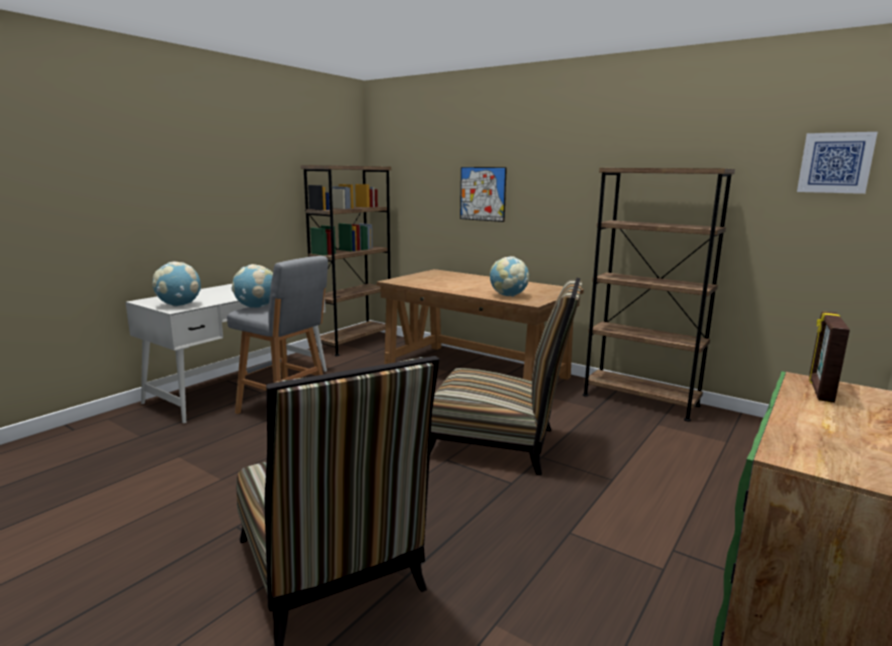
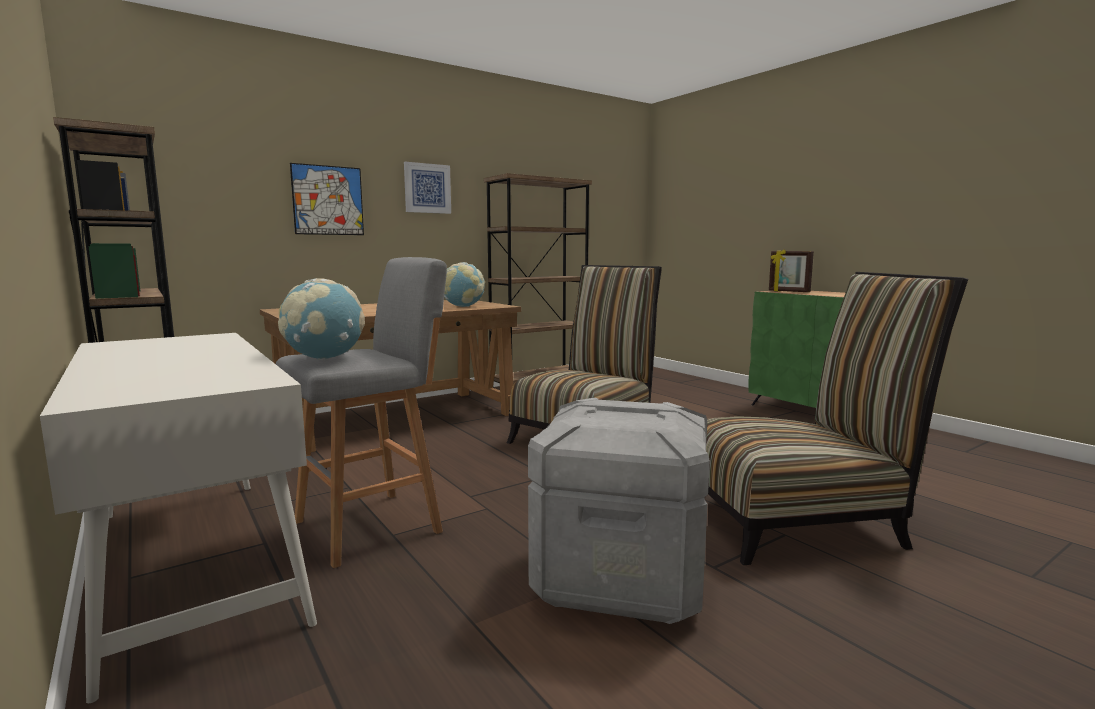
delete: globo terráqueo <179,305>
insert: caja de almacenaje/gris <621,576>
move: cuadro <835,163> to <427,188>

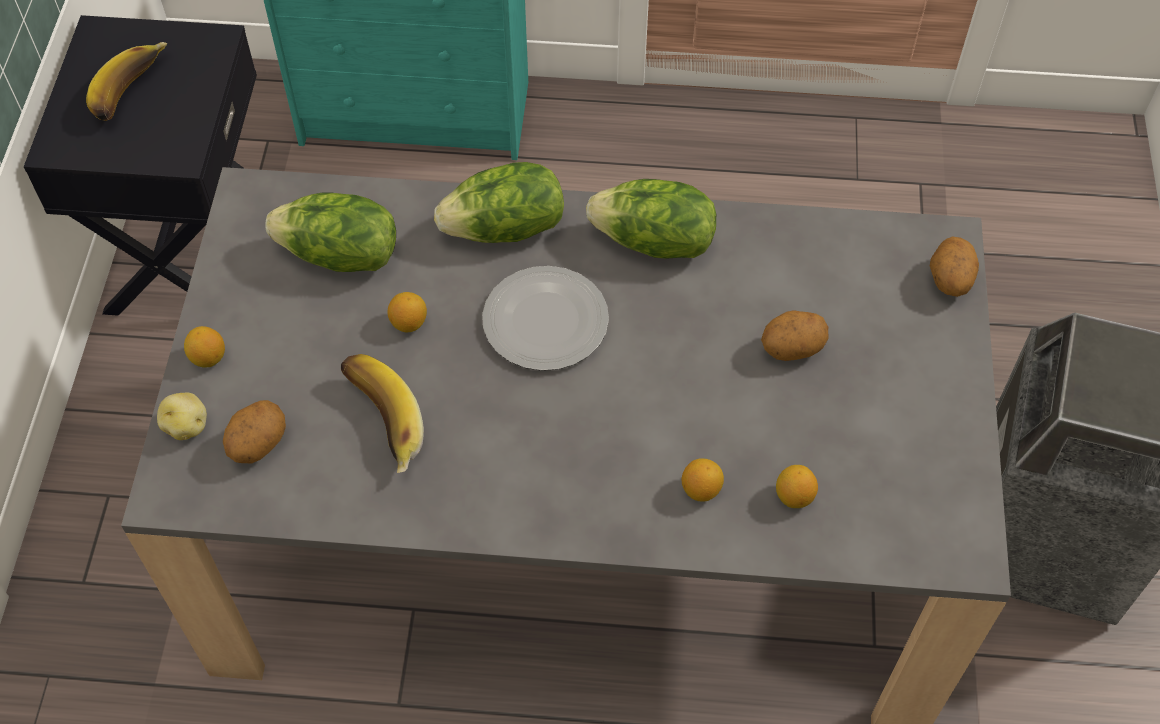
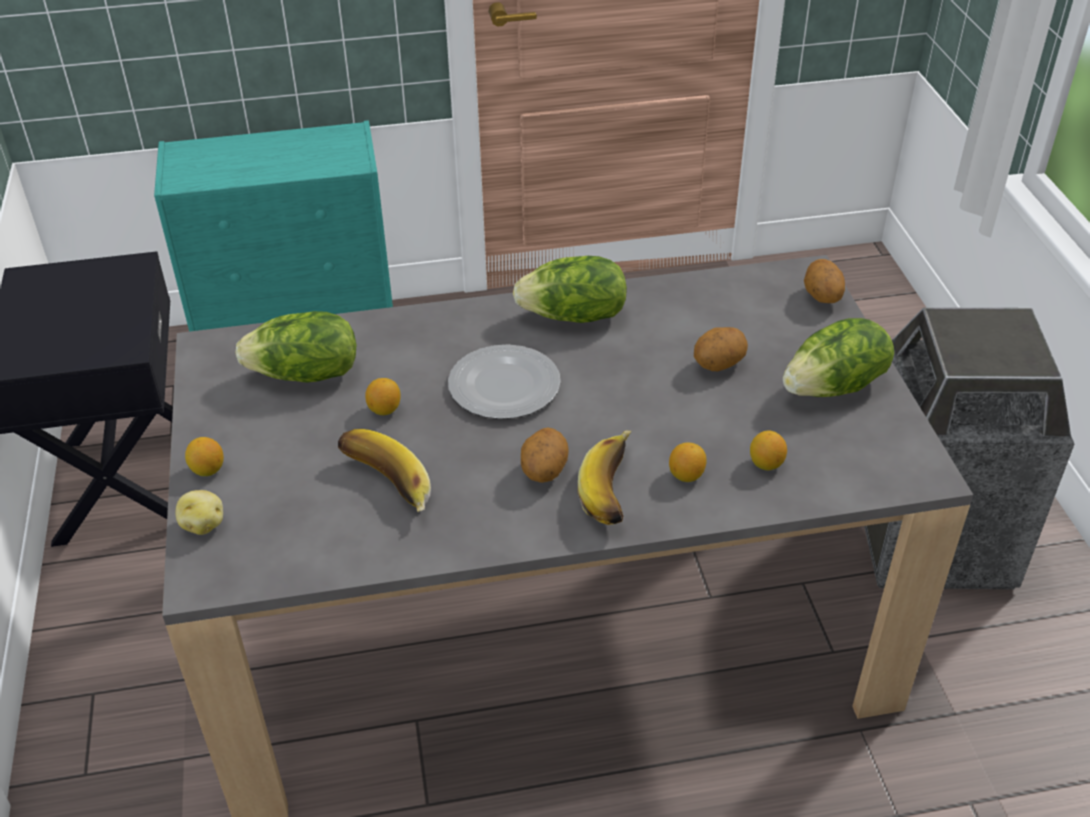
move: plátano <134,94> to <616,491>; lechuga <505,229> to <835,387>; patata <258,444> to <543,471>

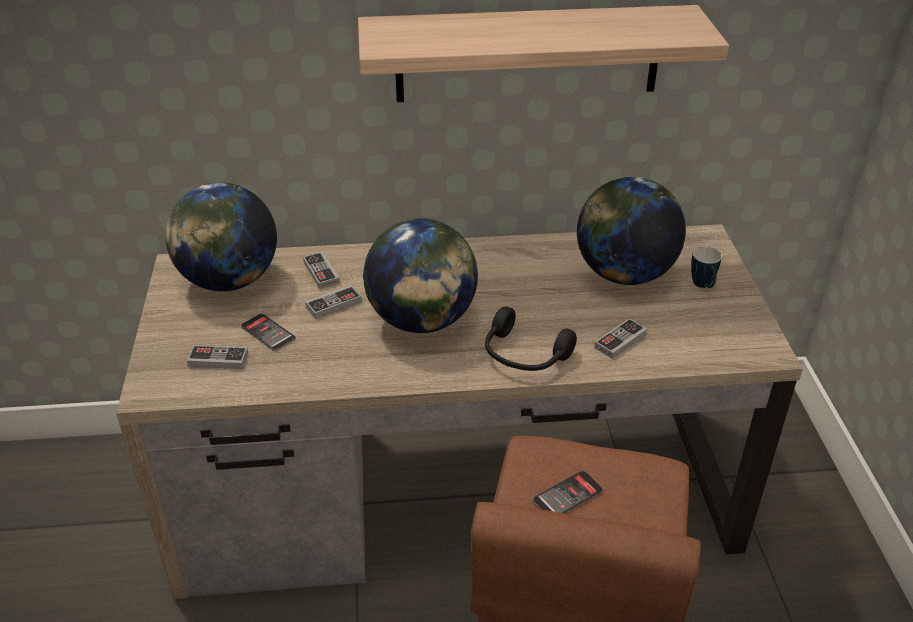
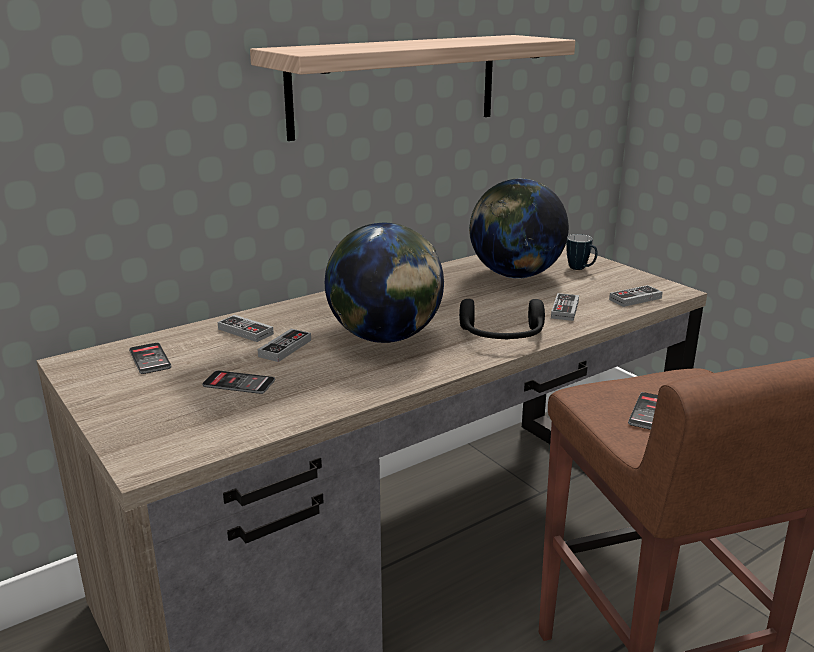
move: mando de consola <218,360> to <635,299>
replace: globo terráqueo <229,281> to móvil <150,359>

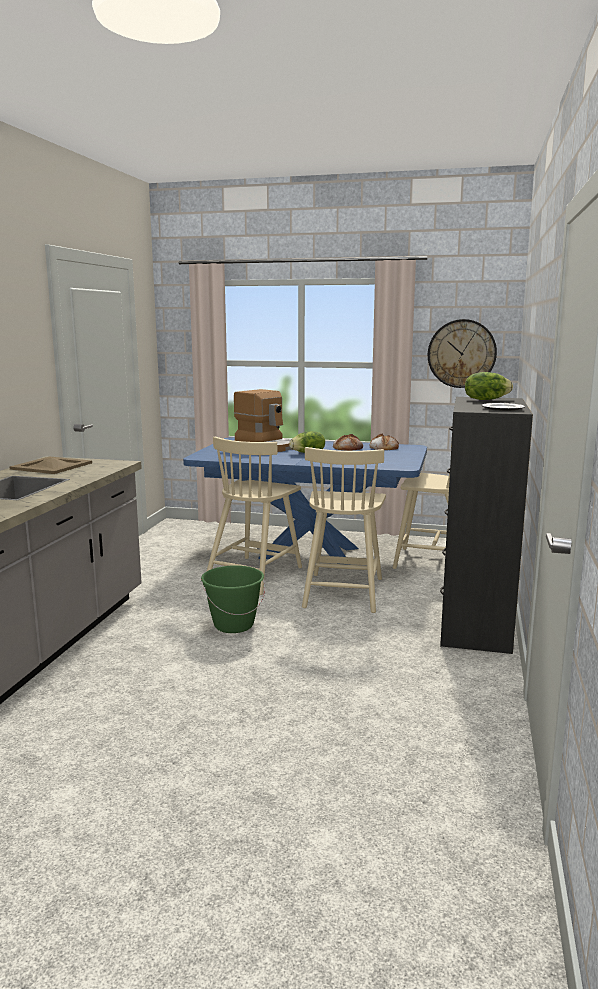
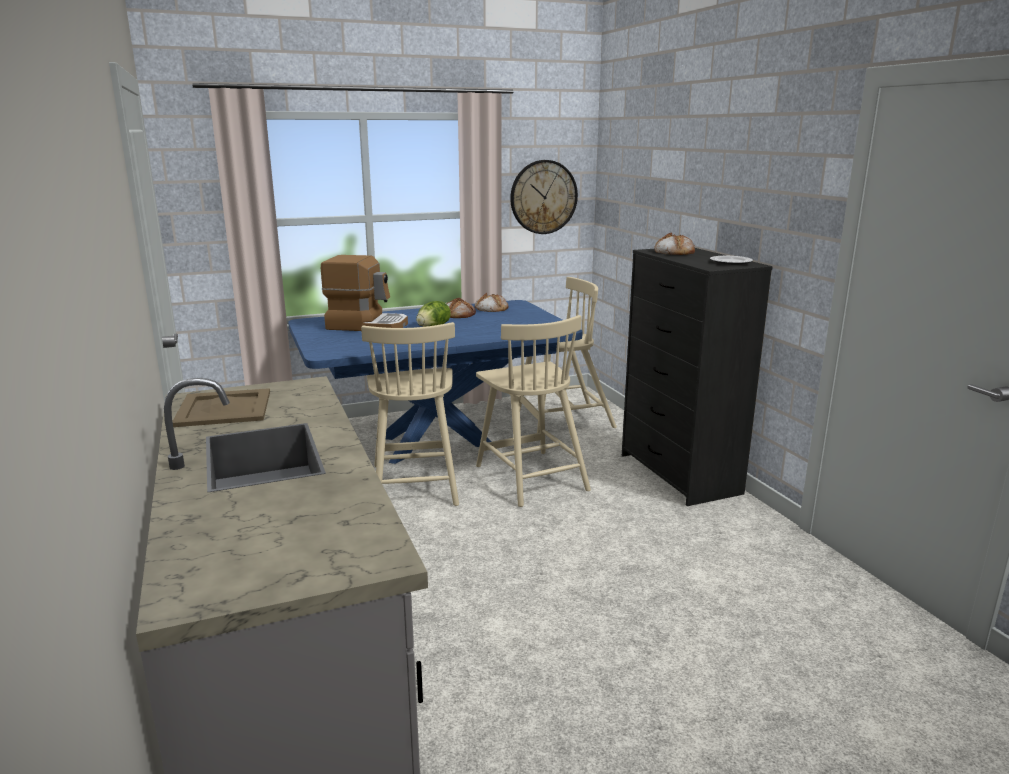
delete: cubo/verde <233,625>
replace: lechuga <486,399> to pan <673,251>

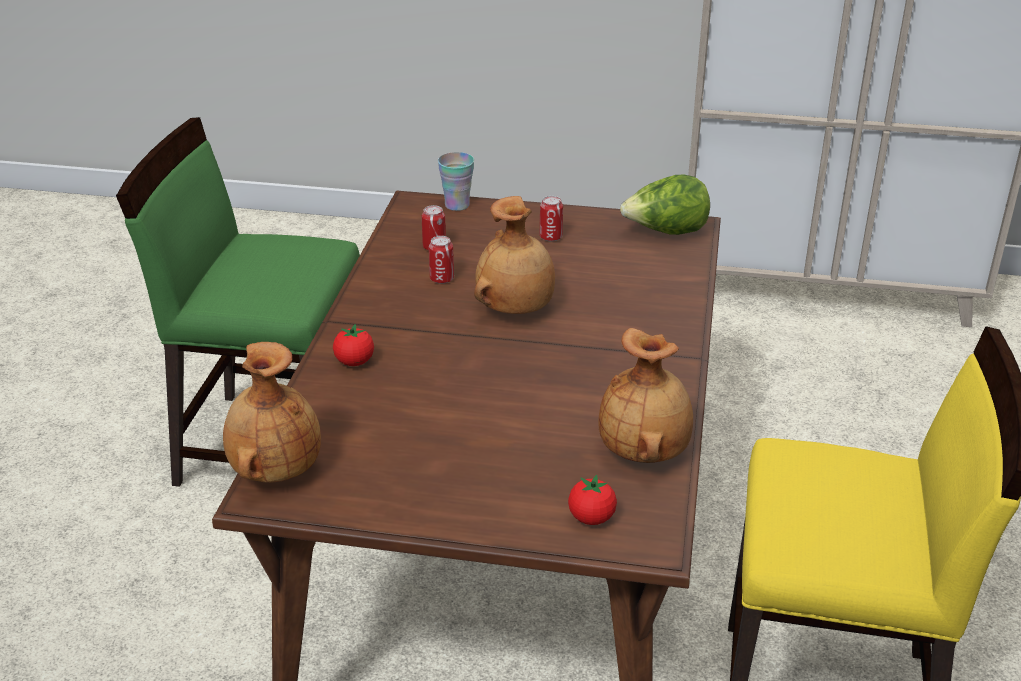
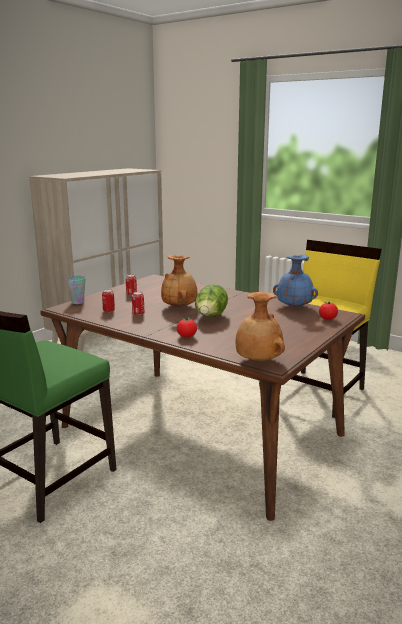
move: lechuga <666,232> to <211,317>
recolor: florero/marrón <645,452> to florero/azul <294,306>

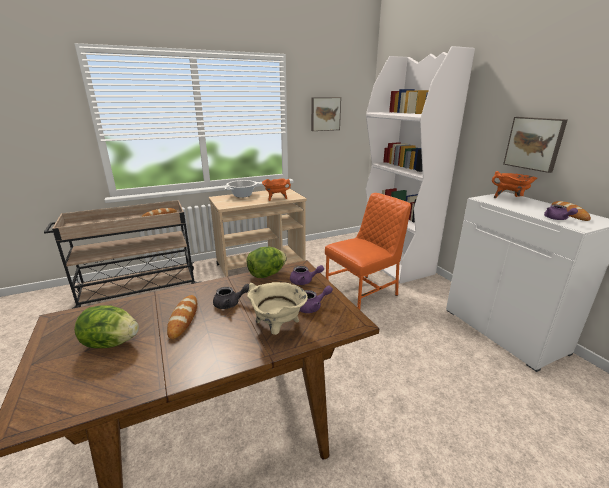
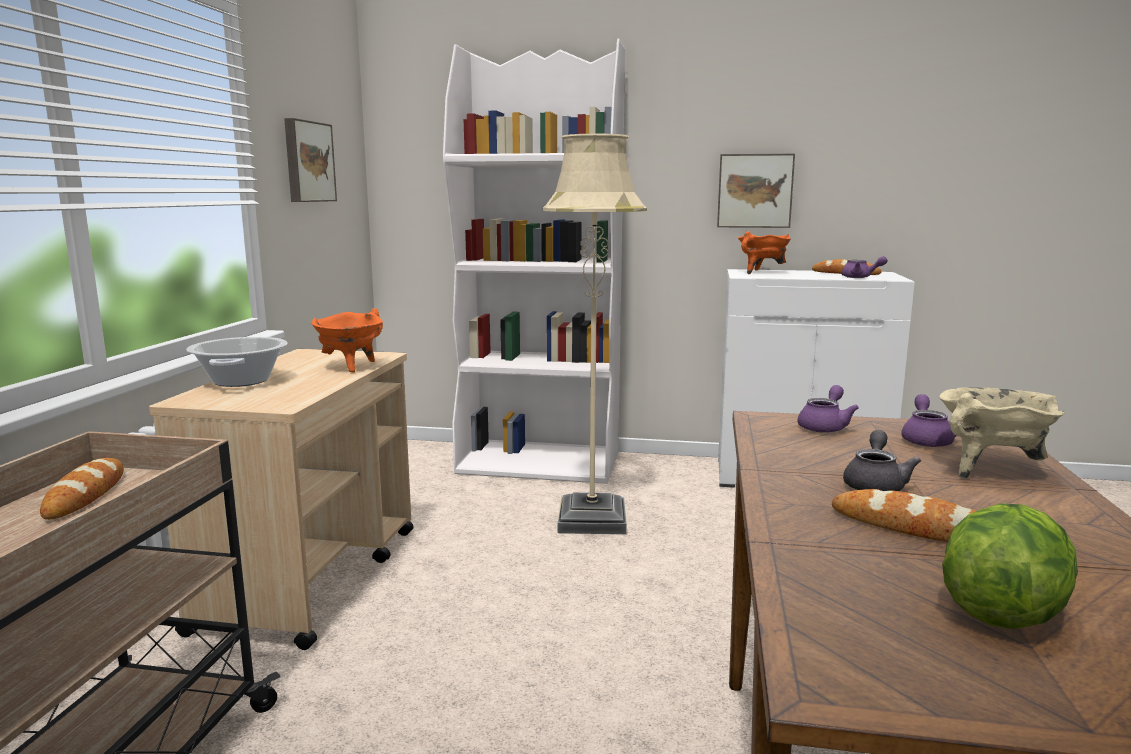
delete: lechuga <267,274>
replace: silla/naranja <363,292> to lámpara de pie/beis <592,519>

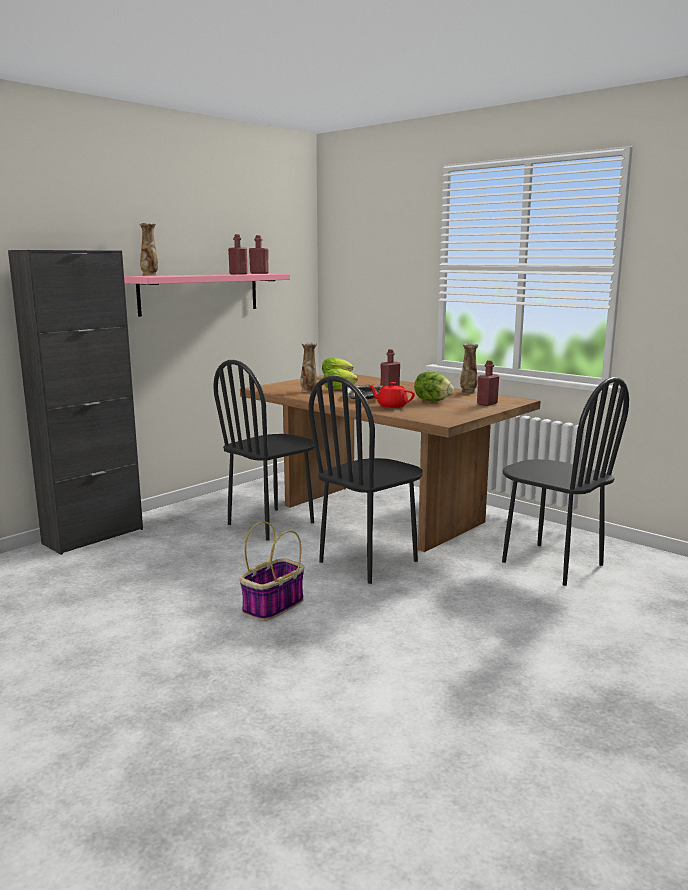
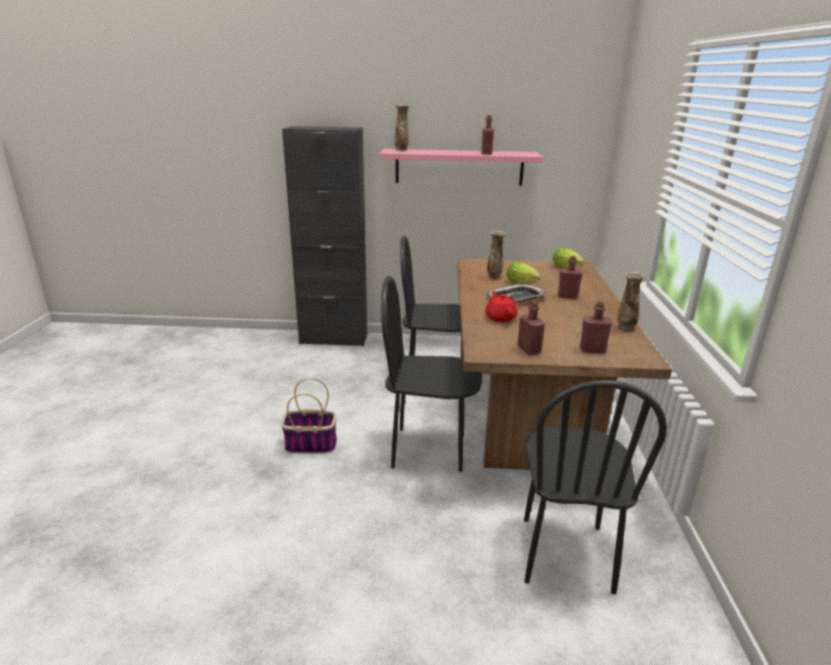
delete: lechuga <432,401>
move: botella/rojo <259,273> to <529,350>

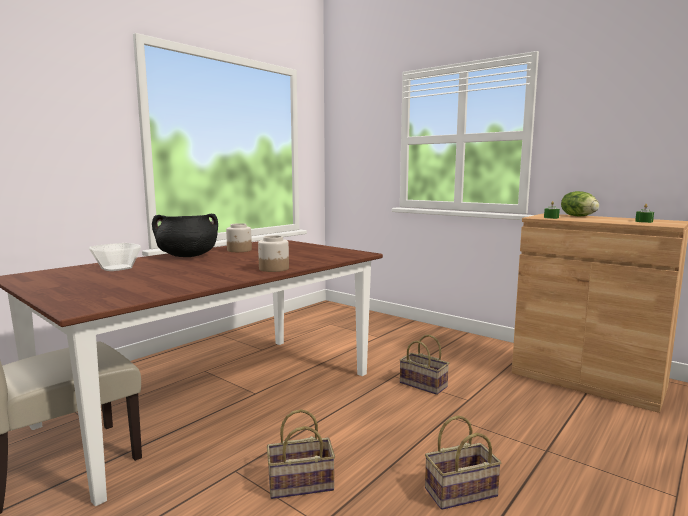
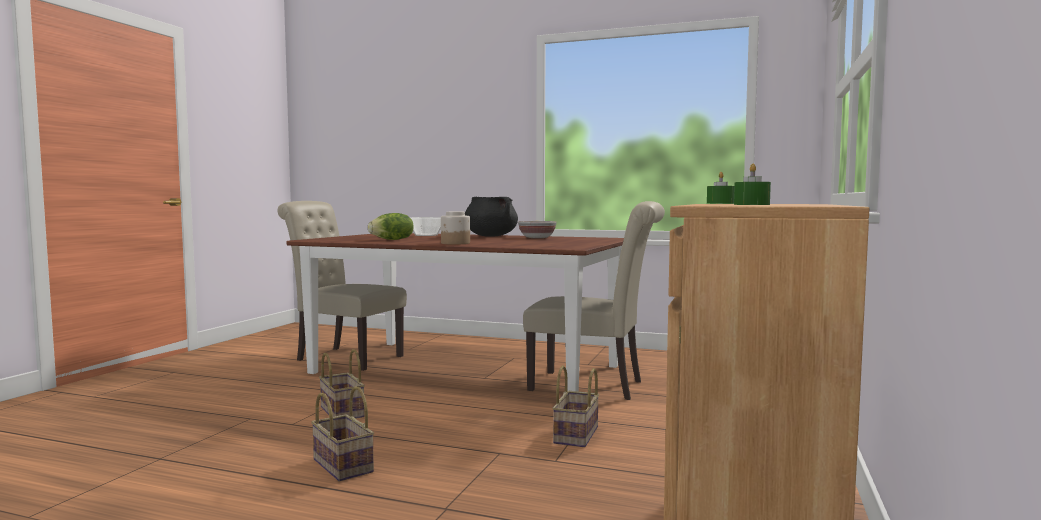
insert: silla/beis <594,386>
move: lechuga <579,216> to <392,239>
replace: tarro <239,250> to cuenco <536,238>

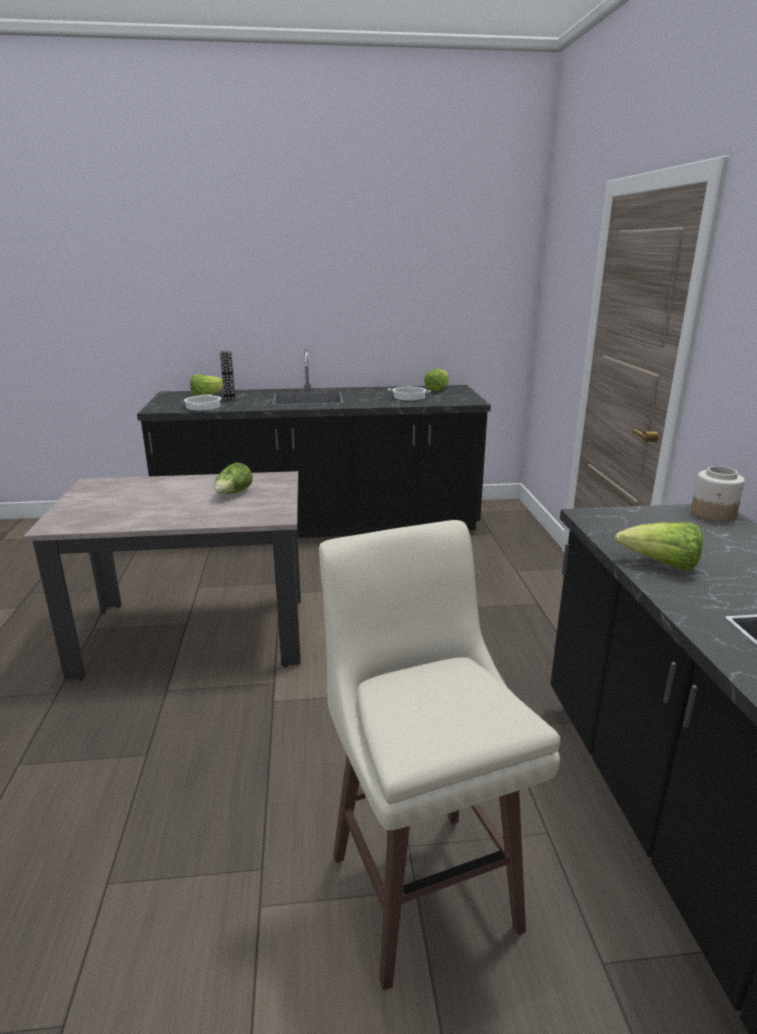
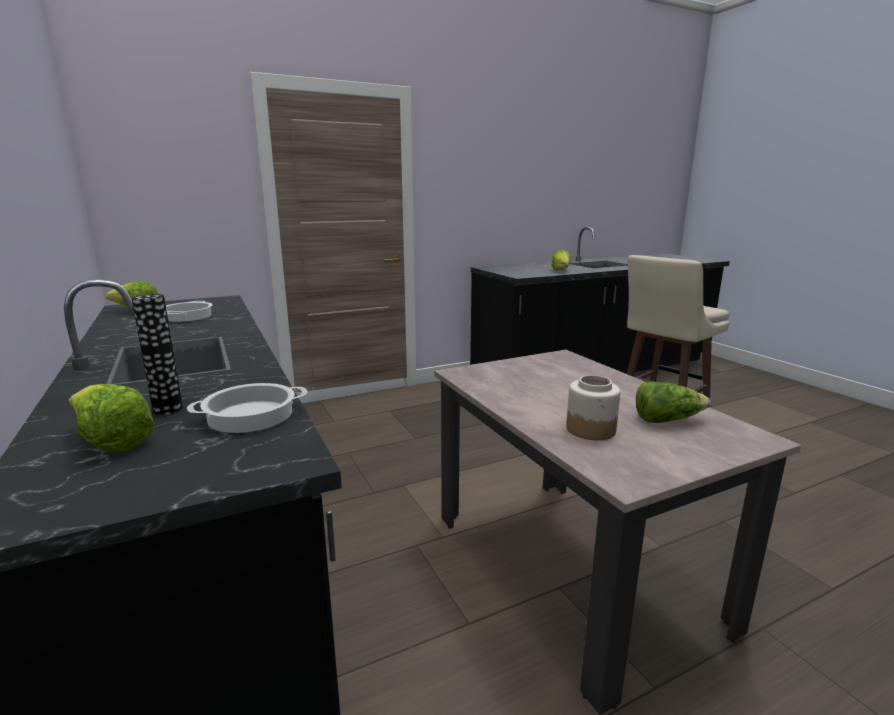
move: lechuga <233,493> to <666,420>; tarro <713,513> to <591,429>

